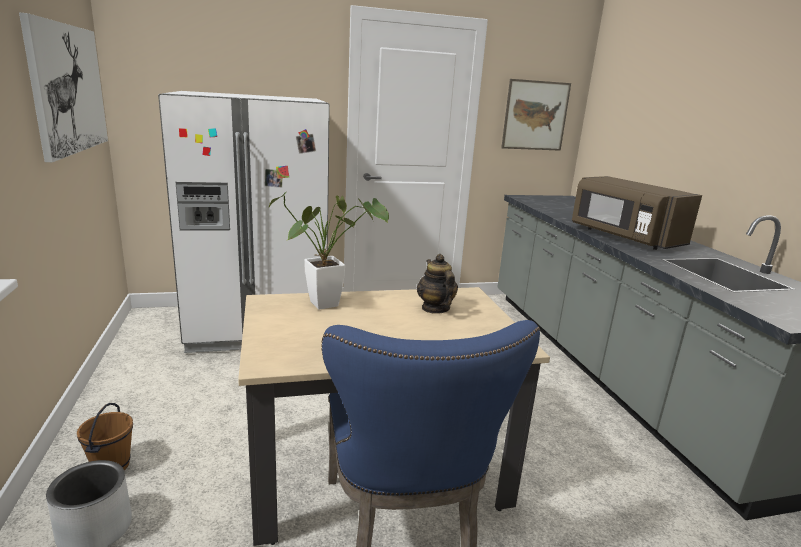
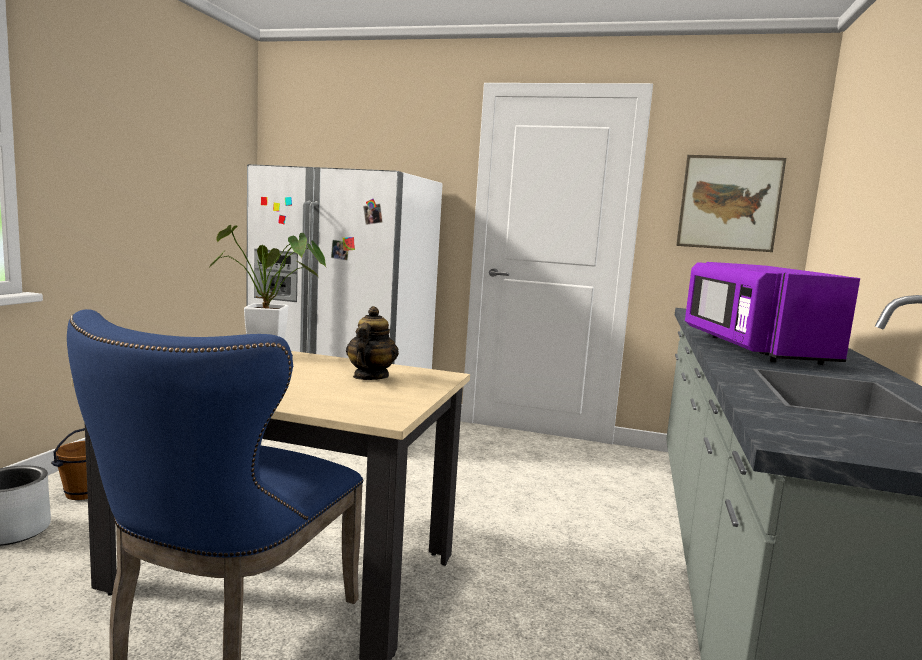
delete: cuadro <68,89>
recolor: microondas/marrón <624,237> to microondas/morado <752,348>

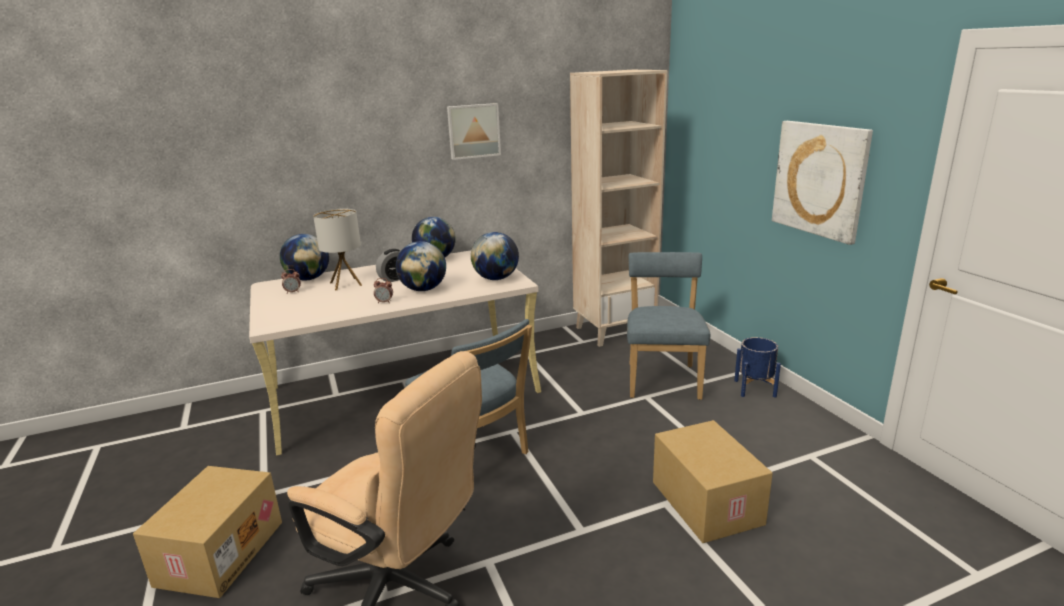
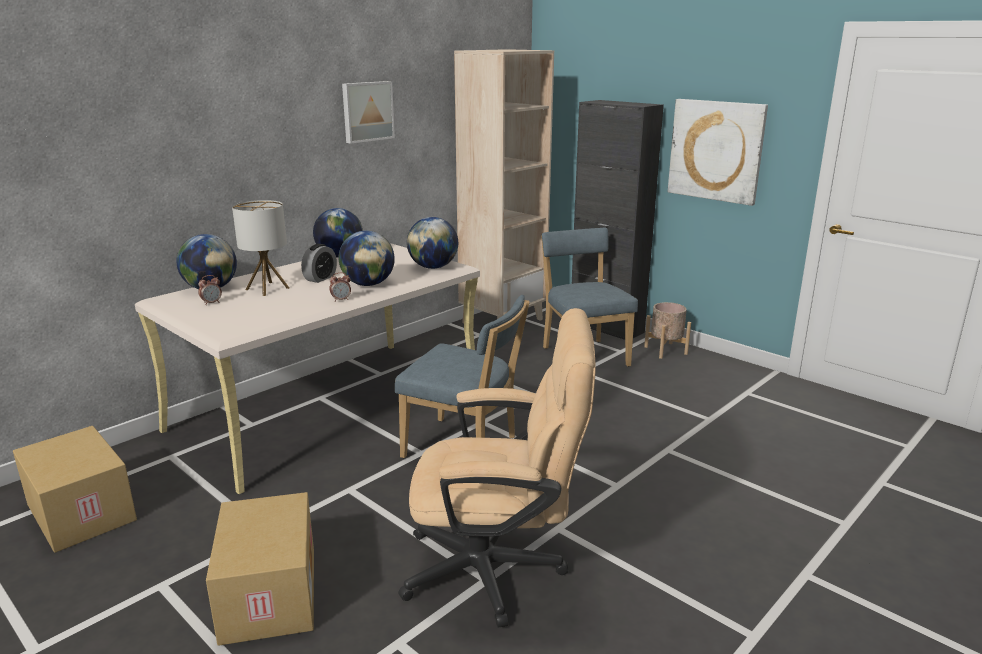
insert: armario/negro <606,327>
move: caja de cartón <704,502> to <79,512>
recolor: maceta/azul <755,388> to maceta/beis <665,350>

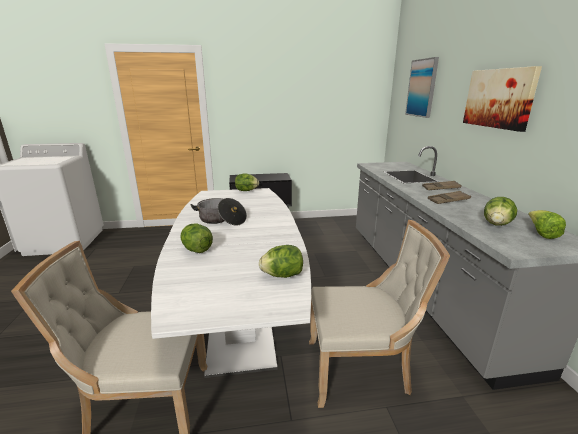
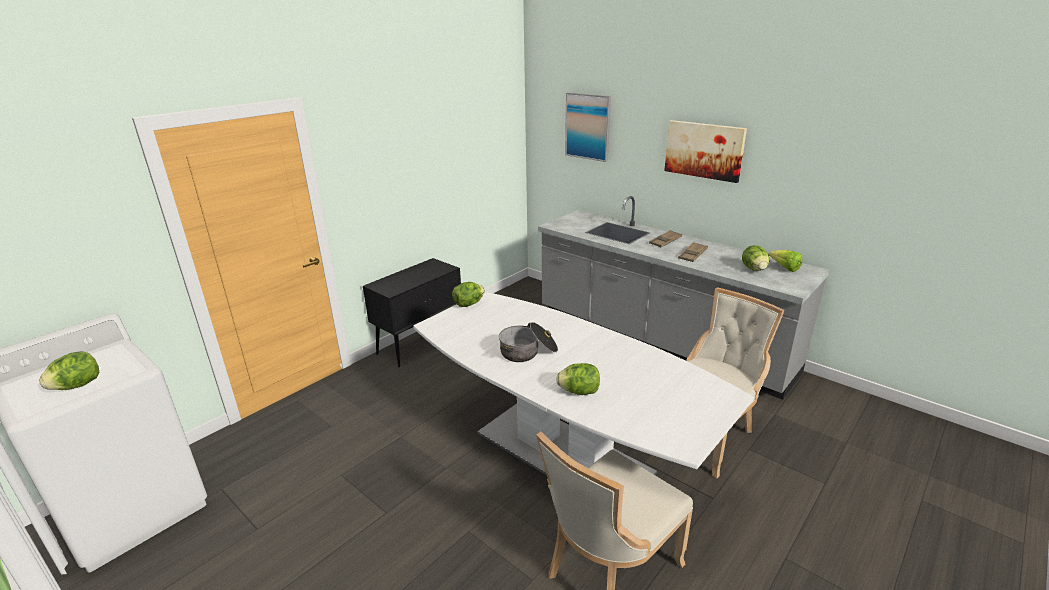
move: lechuga <282,275> to <77,386>

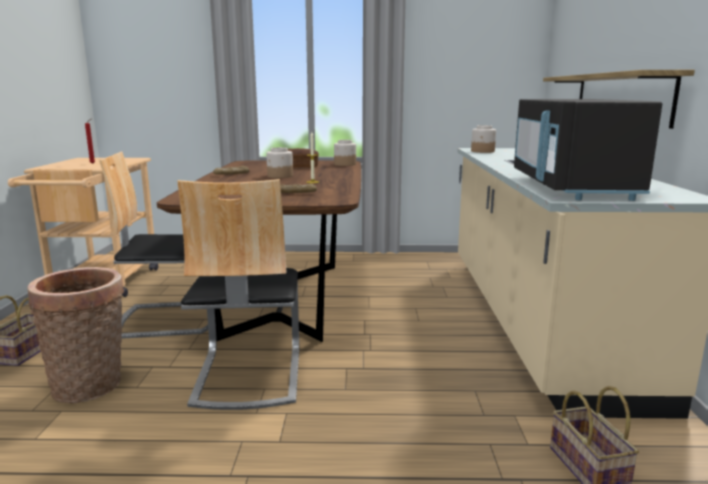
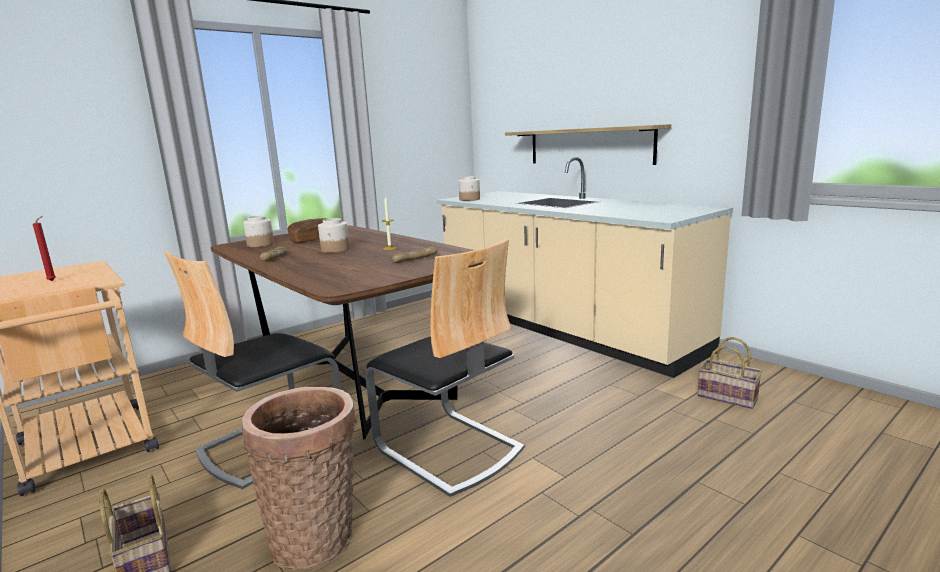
delete: microondas/negro <571,187>
move: tarro <344,164> to <260,244>

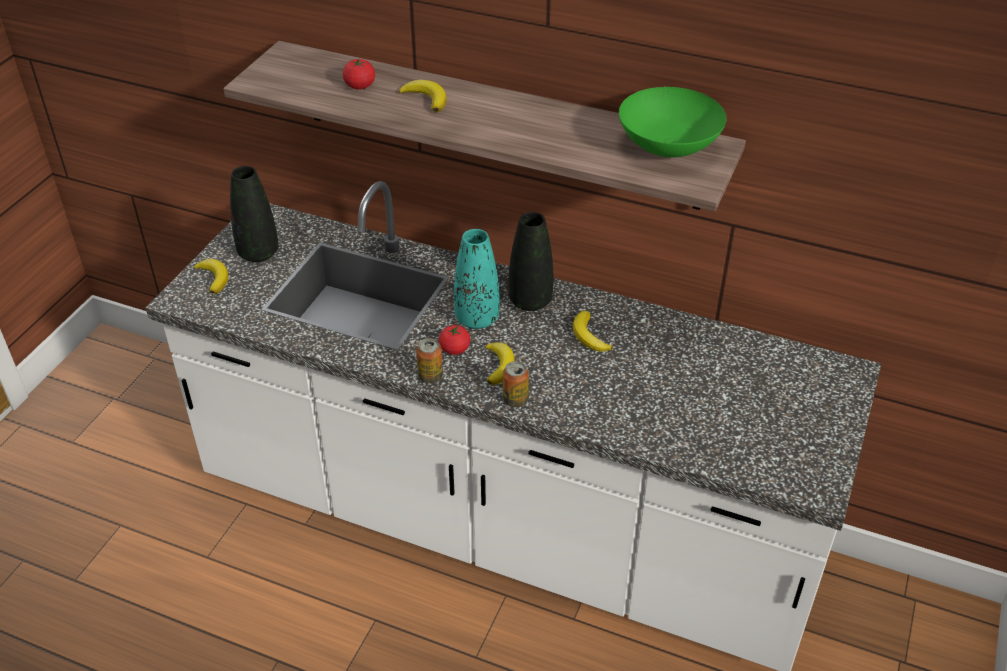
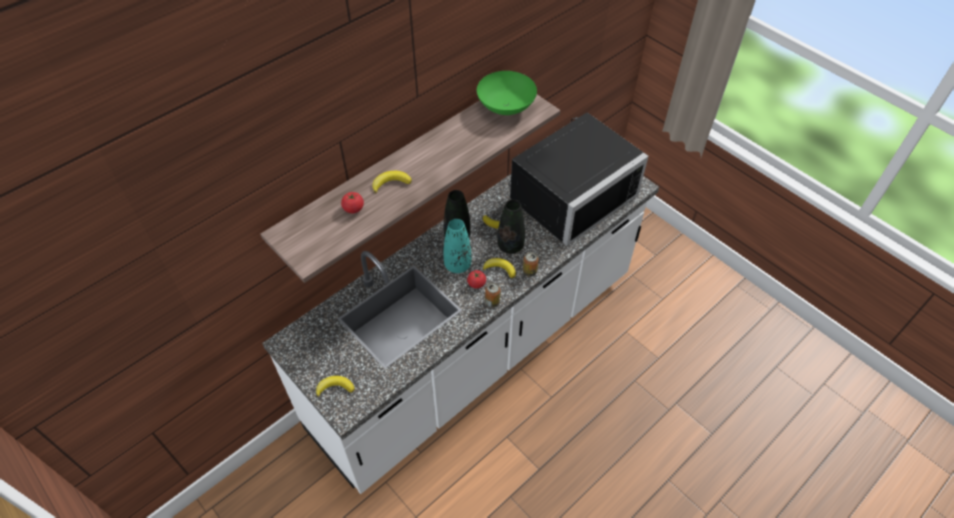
insert: microondas/negro <567,194>
move: florero/negro <258,253> to <510,246>

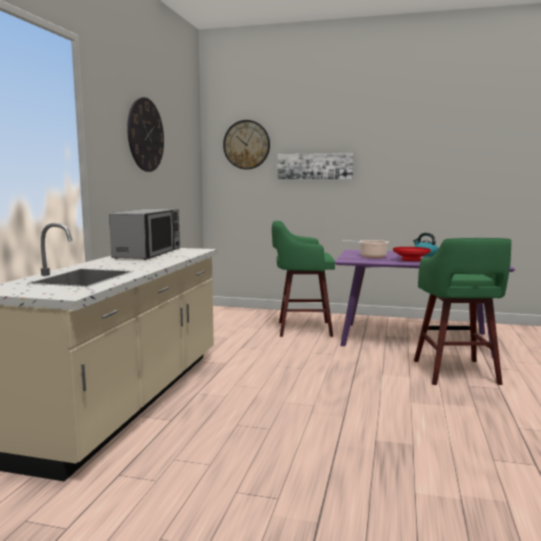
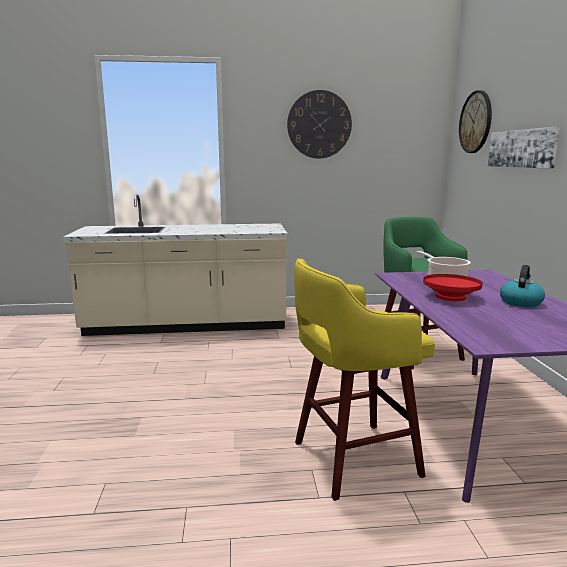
delete: microondas <148,253>
recolor: taburete/verde <456,373> to taburete/amarillo <352,459>

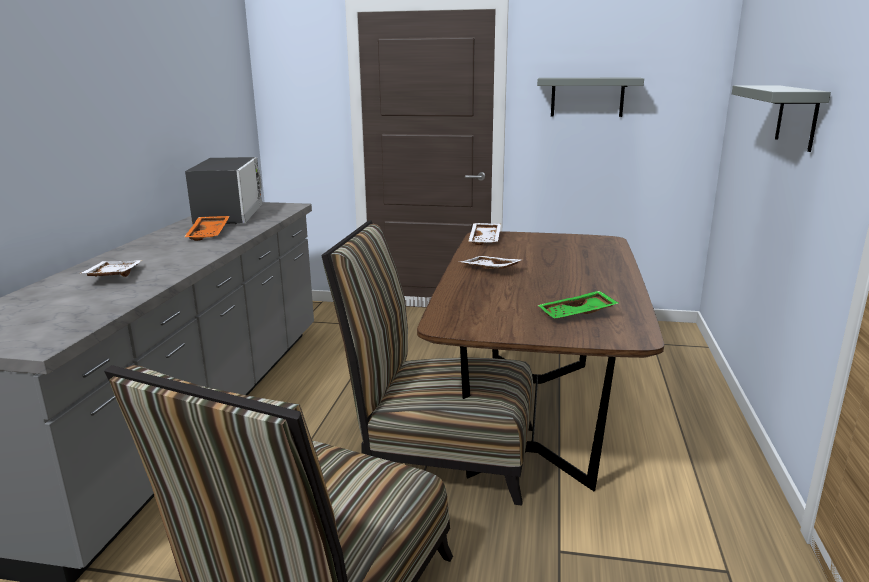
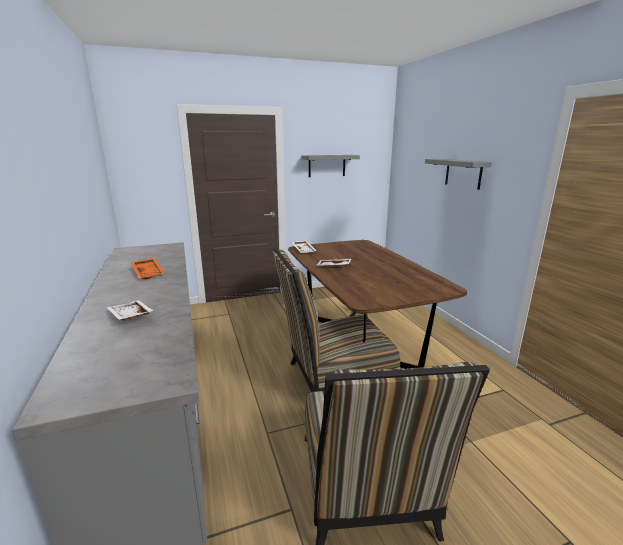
delete: microondas <229,215>; bandeja/verde <577,314>

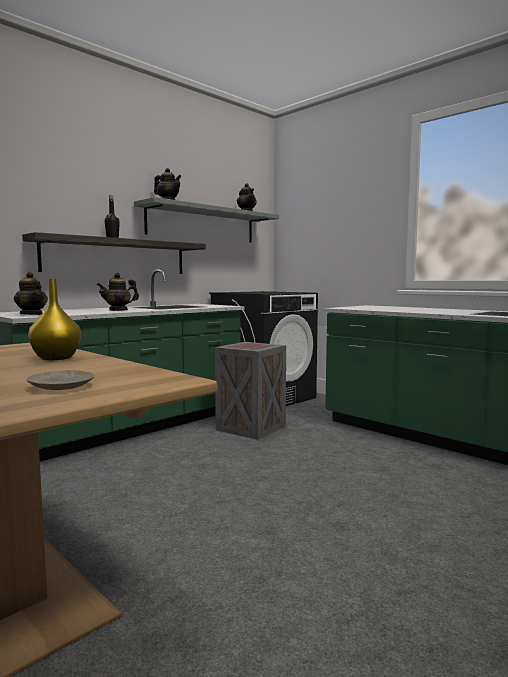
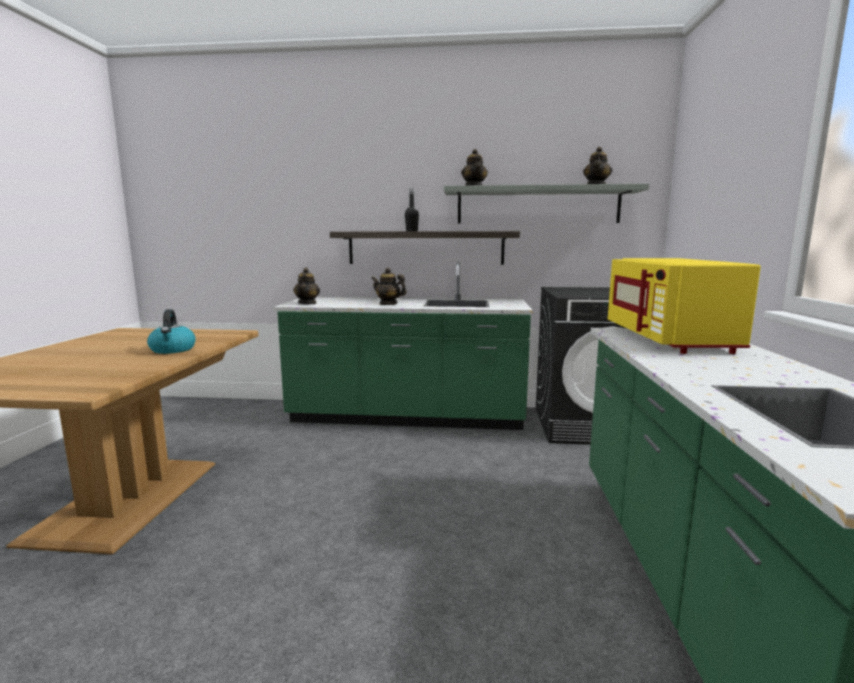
delete: caja de embalaje <249,428>; plato/beis <62,386>
insert: microondas/amarillo <669,339>
replace: florero/amarillo <56,358> to hervidor <173,350>

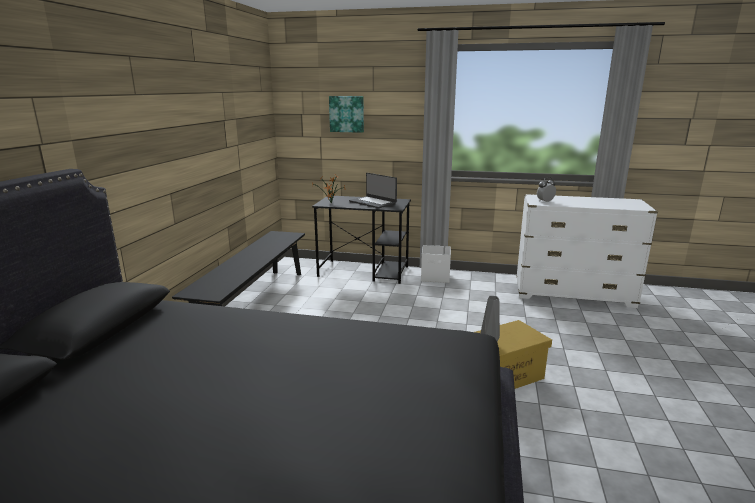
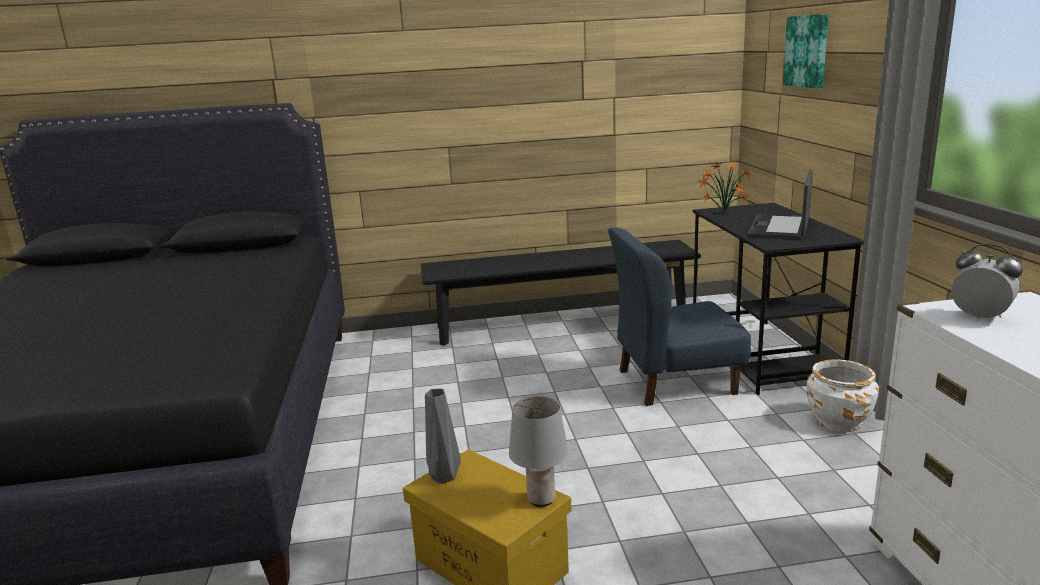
insert: silla/azul <675,381>; lámpara de mesa/gris <542,500>
replace: caja de almacenaje/blanco <435,277> to maceta/blanco <839,421>

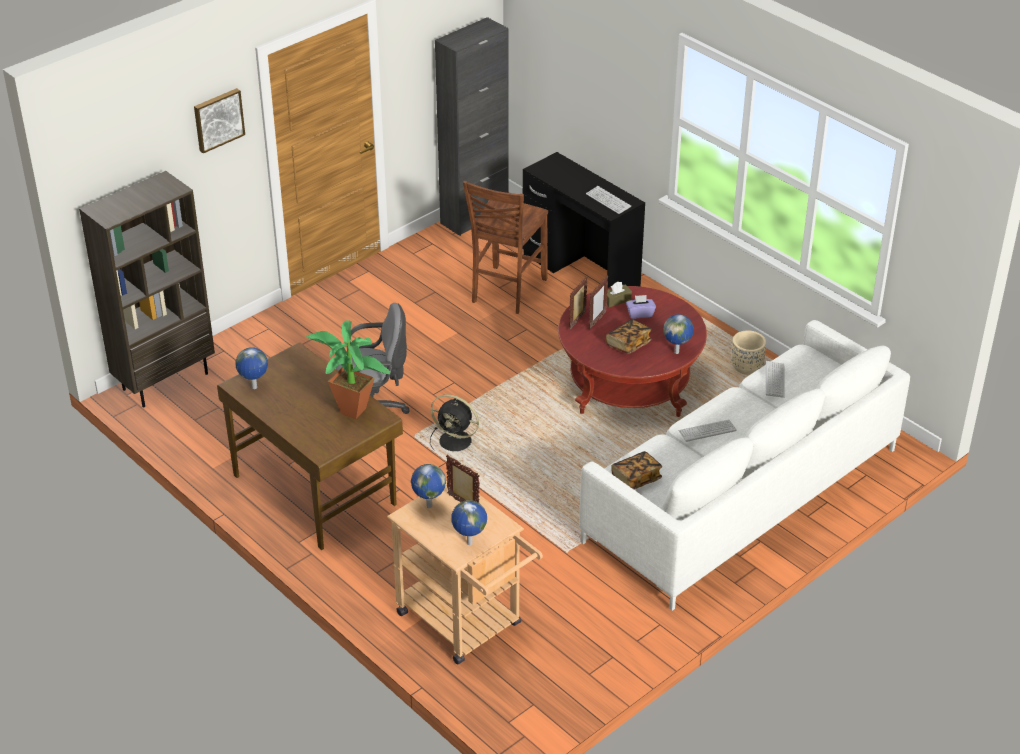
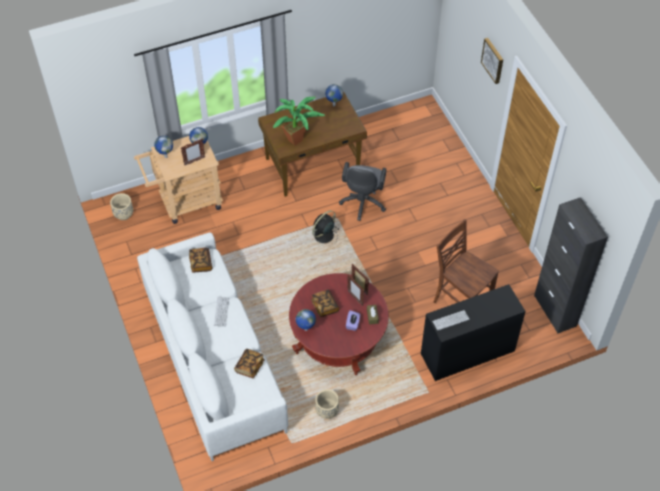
delete: estantería/marrón <165,380>
insert: maceta/beis <123,214>
replace: teclado <774,380> to libro <249,366>

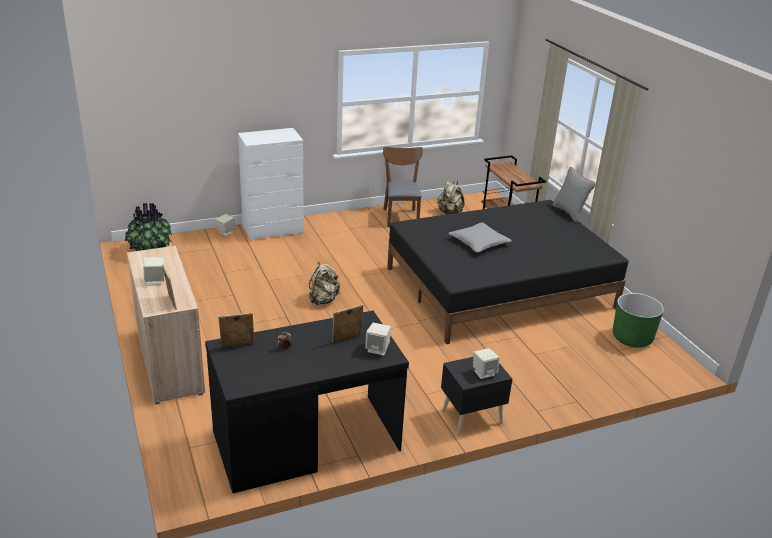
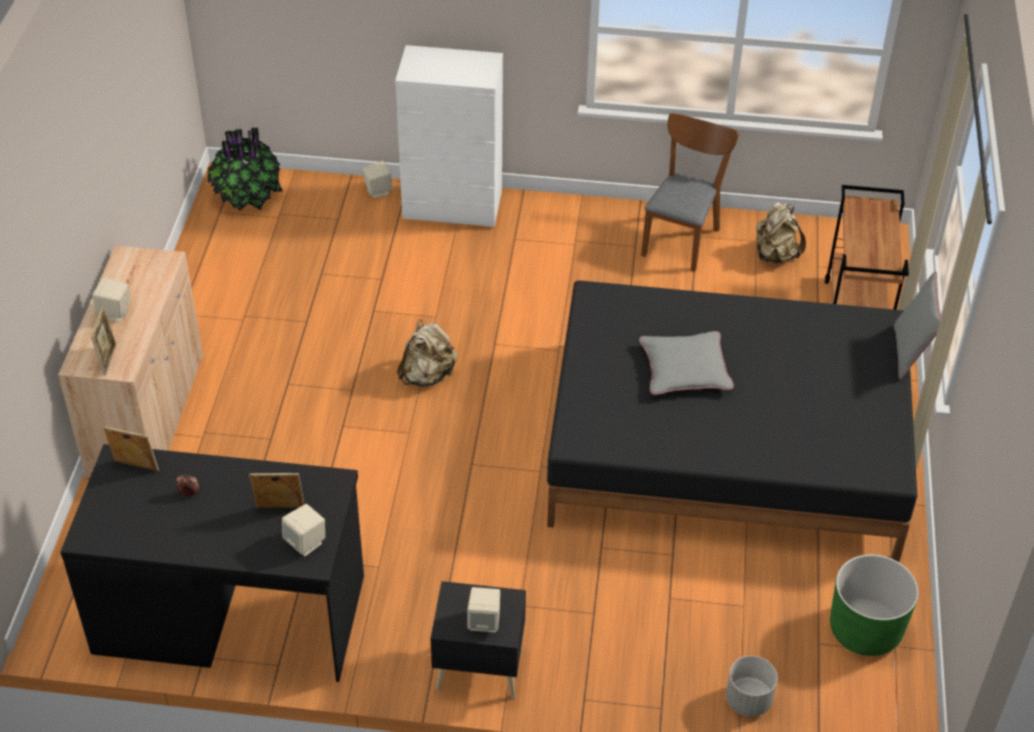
insert: maceta/gris <748,701>

